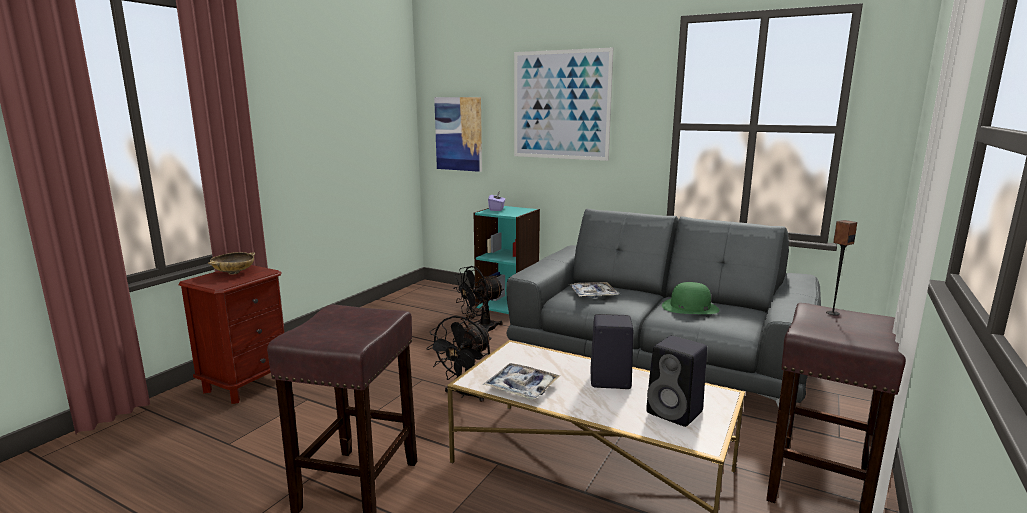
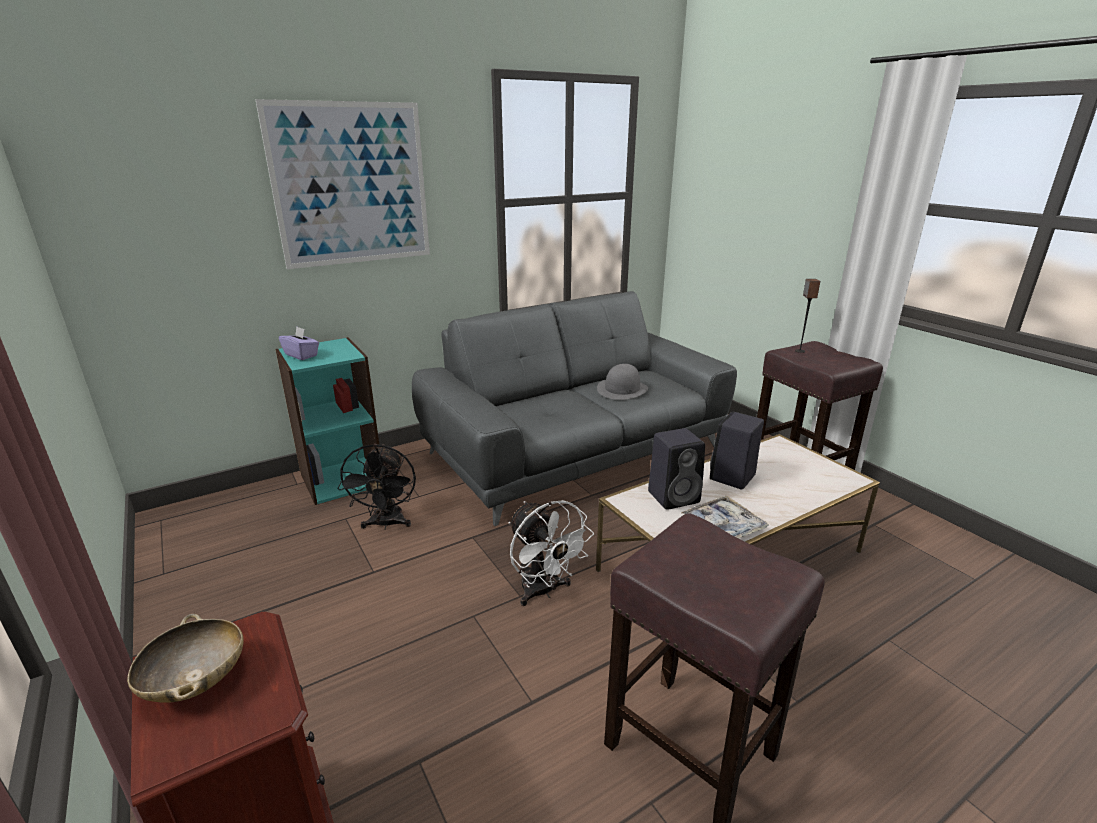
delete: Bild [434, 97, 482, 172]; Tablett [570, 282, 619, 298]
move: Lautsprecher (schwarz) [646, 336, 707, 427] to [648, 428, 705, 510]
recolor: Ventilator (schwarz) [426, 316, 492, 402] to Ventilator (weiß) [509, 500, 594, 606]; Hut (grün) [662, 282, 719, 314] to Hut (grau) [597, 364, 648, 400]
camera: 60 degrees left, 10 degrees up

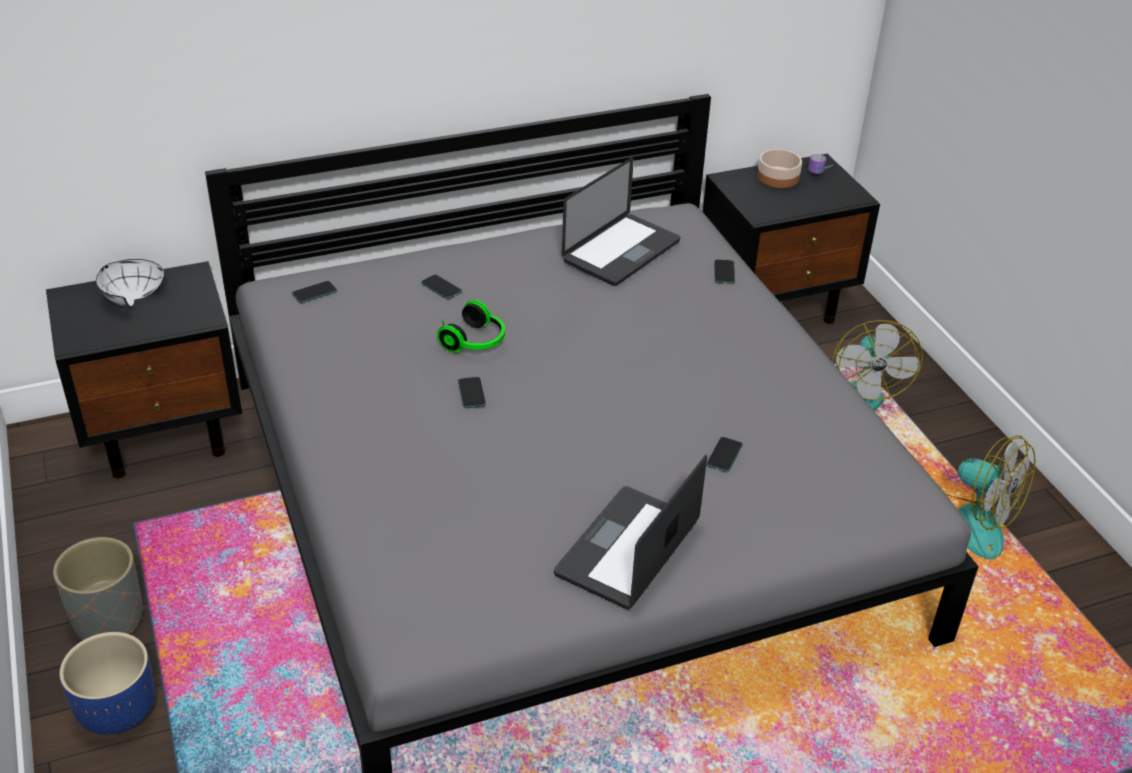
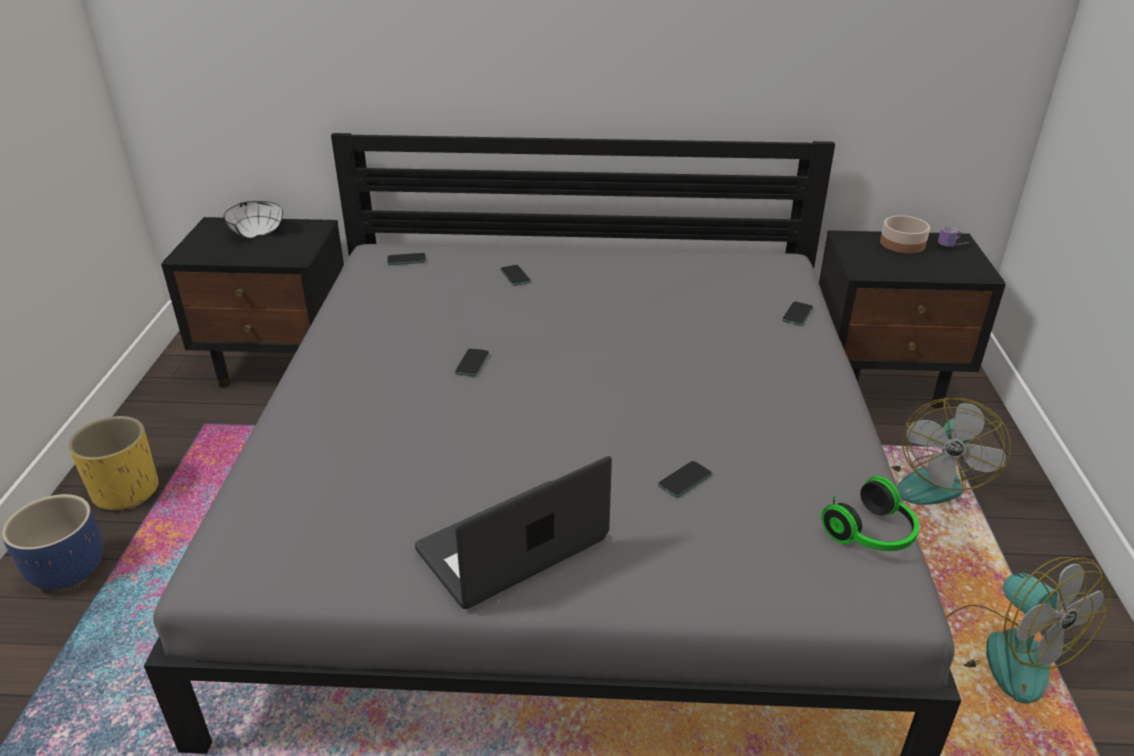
delete: Laptop [562, 157, 680, 286]
move: Kopfhörer [437, 300, 505, 353] to [821, 476, 919, 551]
recolor: Pflanzkübel (grau) [53, 537, 143, 640] to Pflanzkübel (gelb) [68, 416, 159, 510]
camera: 25 degrees right, 5 degrees down

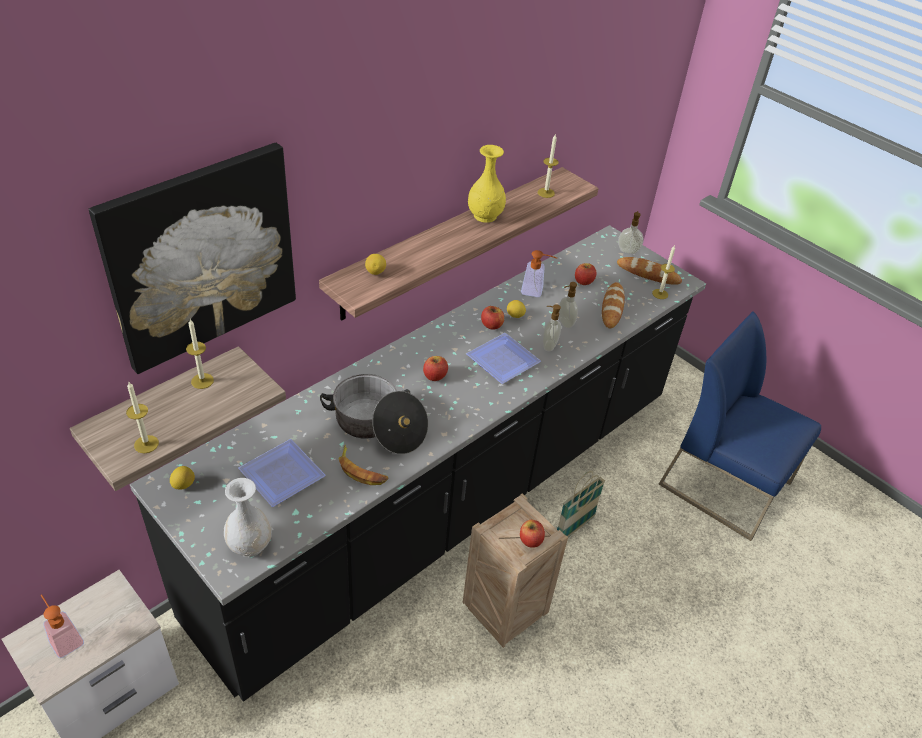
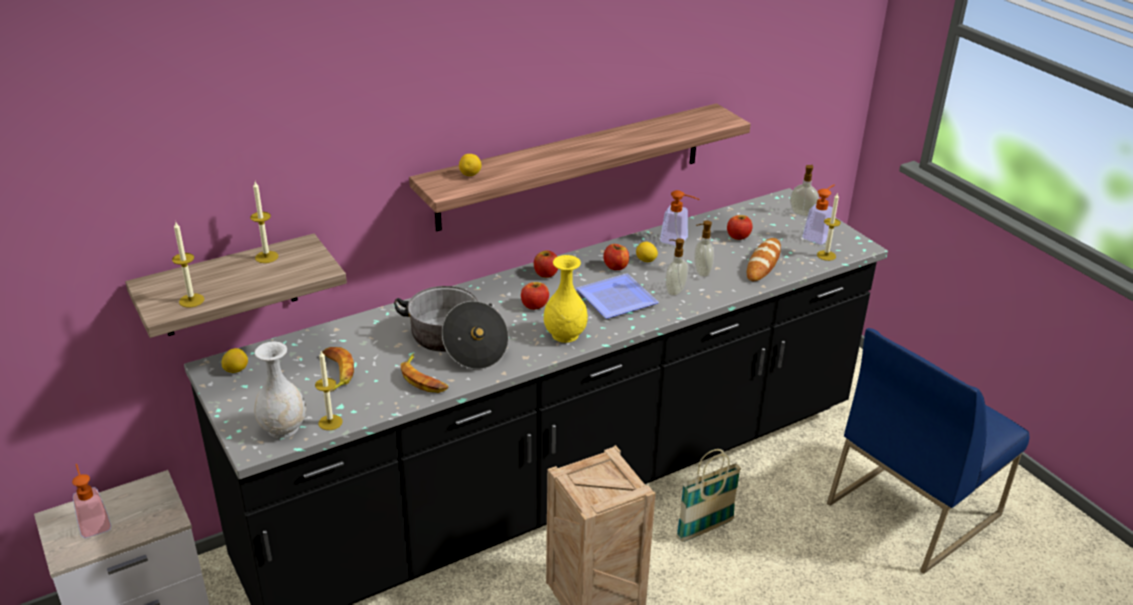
delete: Bild [89, 143, 296, 374]
move: Vase (gelb) [468, 145, 506, 223] to [544, 255, 588, 343]; Apfel [520, 520, 545, 548] to [534, 250, 558, 278]; Kerze [538, 134, 559, 198] to [315, 351, 343, 430]
replace: Teller [238, 439, 326, 507] to Banane [322, 347, 354, 392]; Brot [617, 257, 682, 285] to Seifenspender [802, 185, 835, 244]
rotate: Stuhl (blau) [659, 311, 821, 541] = [827, 328, 1030, 574] 90 degrees counterclockwise
camera: 15 degrees right, 10 degrees down

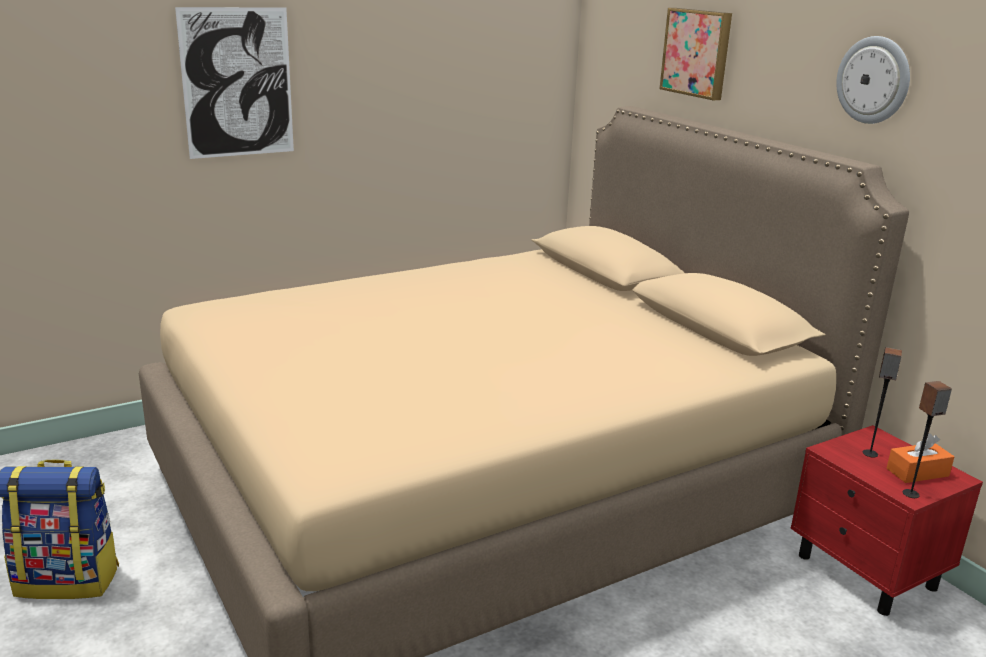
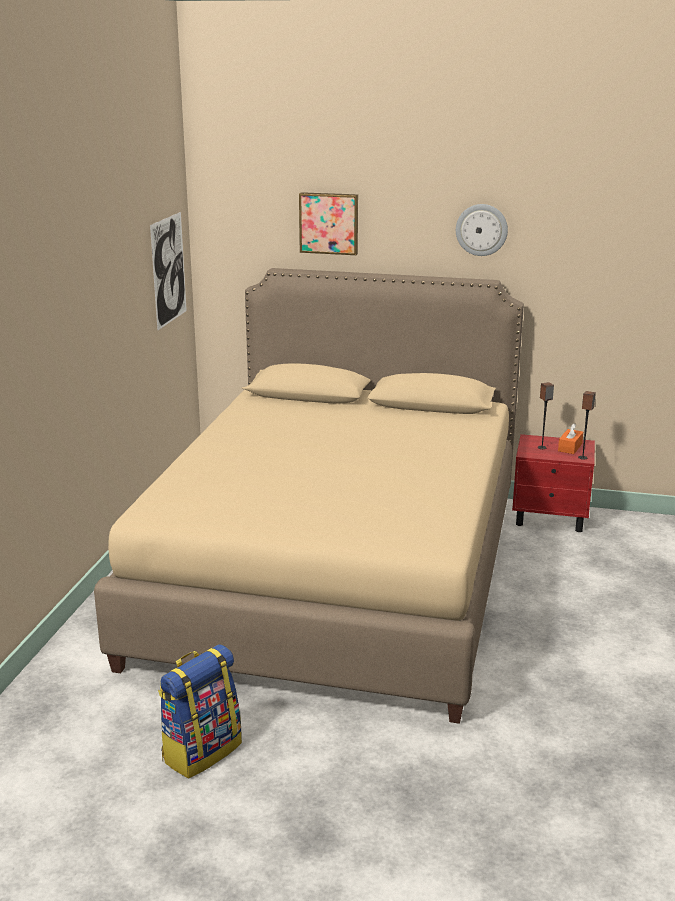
move: Bild [175, 7, 294, 159] to [150, 212, 187, 331]
camera: 45 degrees left, 0 degrees up

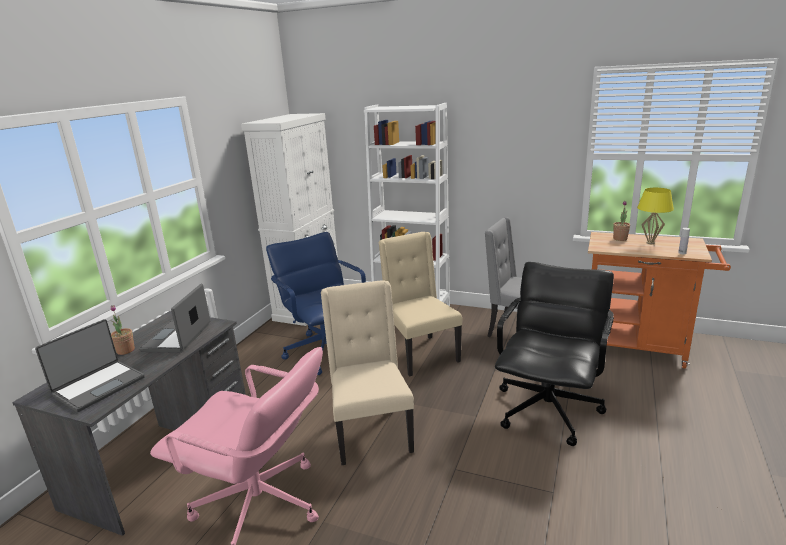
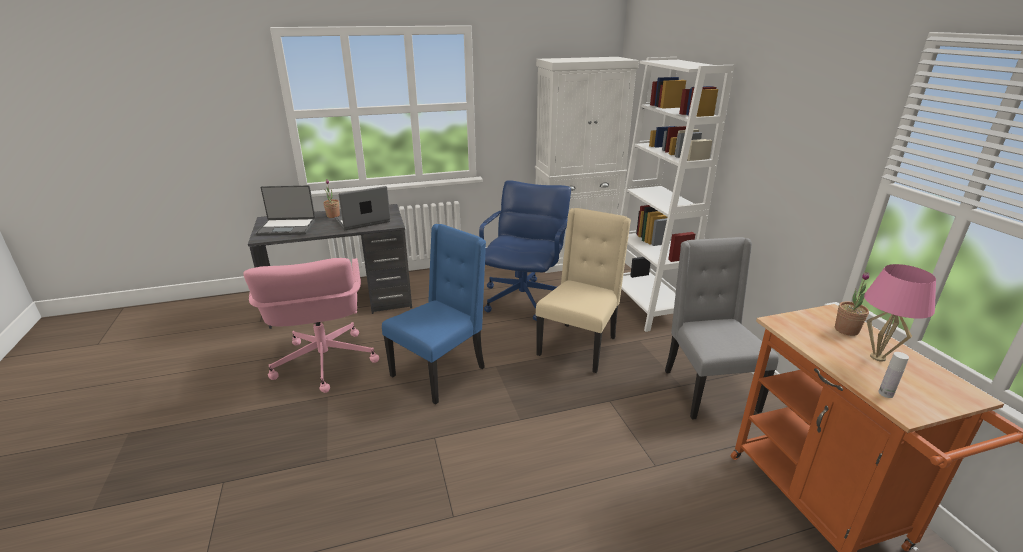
delete: Bürostuhl (schwarz) [495, 262, 614, 446]
recolor: Stuhl (beige) [321, 280, 414, 465] to Stuhl (blau) [382, 224, 486, 405]; Tischlampe (gelb) [637, 188, 674, 244] to Tischlampe (rosa) [864, 264, 936, 362]
camera: 50 degrees right, 5 degrees up

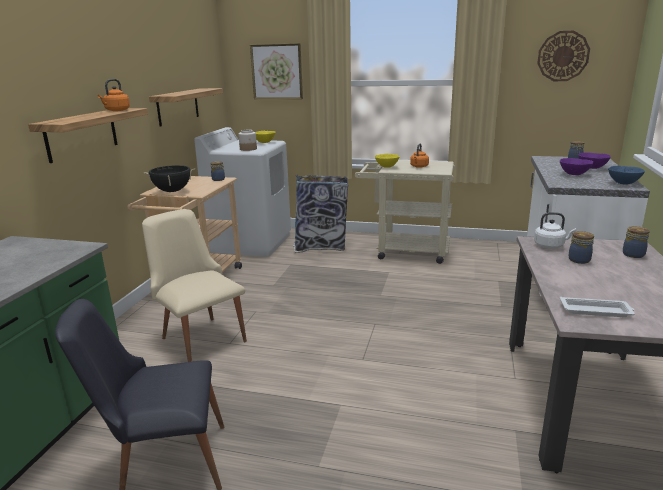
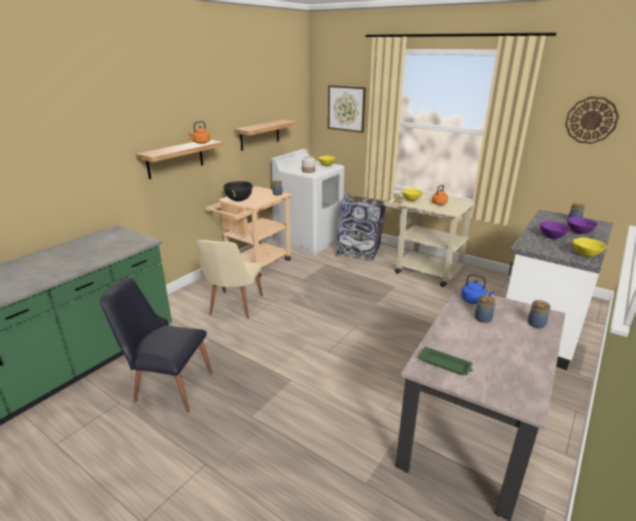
recolor: Wasserkessel (weiß) [534, 212, 576, 249] to Wasserkessel (blau) [461, 274, 495, 304]; Tablett (weiß) [560, 296, 635, 317] to Tablett (grün) [419, 347, 473, 375]; Schüssel (blau) [608, 165, 645, 185] to Schüssel (gelb) [573, 237, 607, 257]
rotate: Stuhl (beige) [142, 209, 247, 362] = [196, 240, 263, 319] 150 degrees counterclockwise
camera: 20 degrees right, 5 degrees up

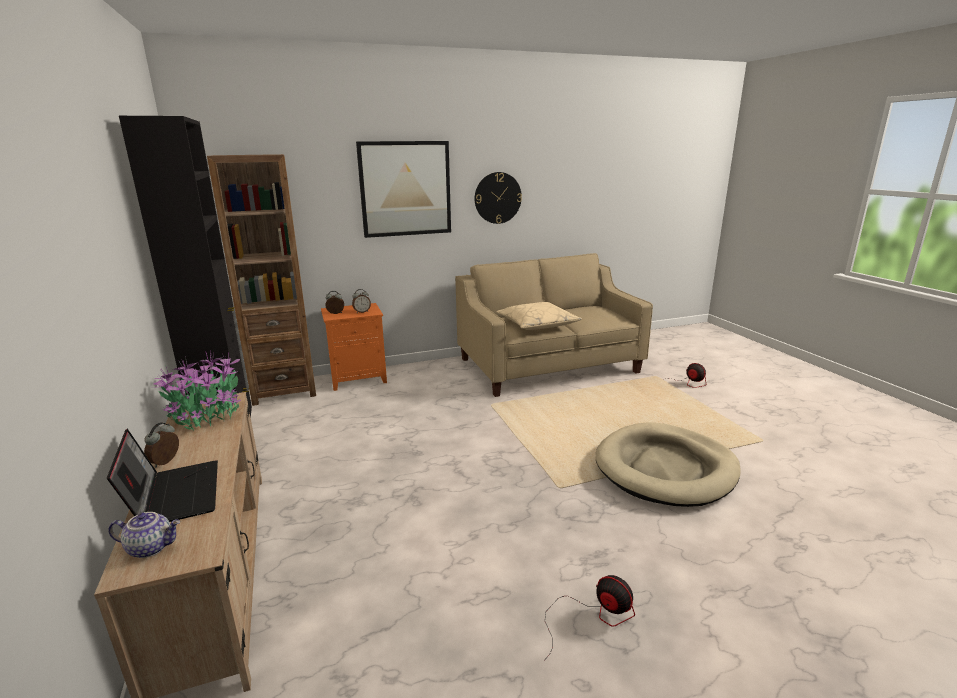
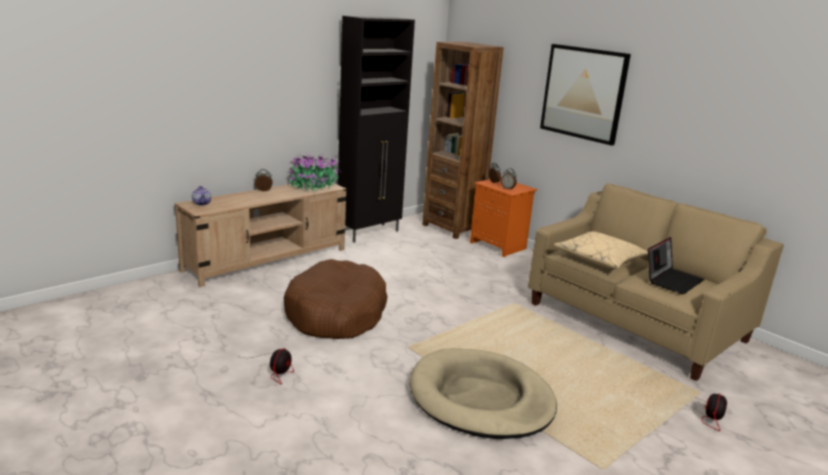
delete: Wanduhr [475, 172, 522, 224]
insert: Hundebett (braun) [284, 259, 388, 339]
move: Laptop [107, 429, 218, 522] to [648, 237, 704, 294]
camera: 65 degrees right, 0 degrees up

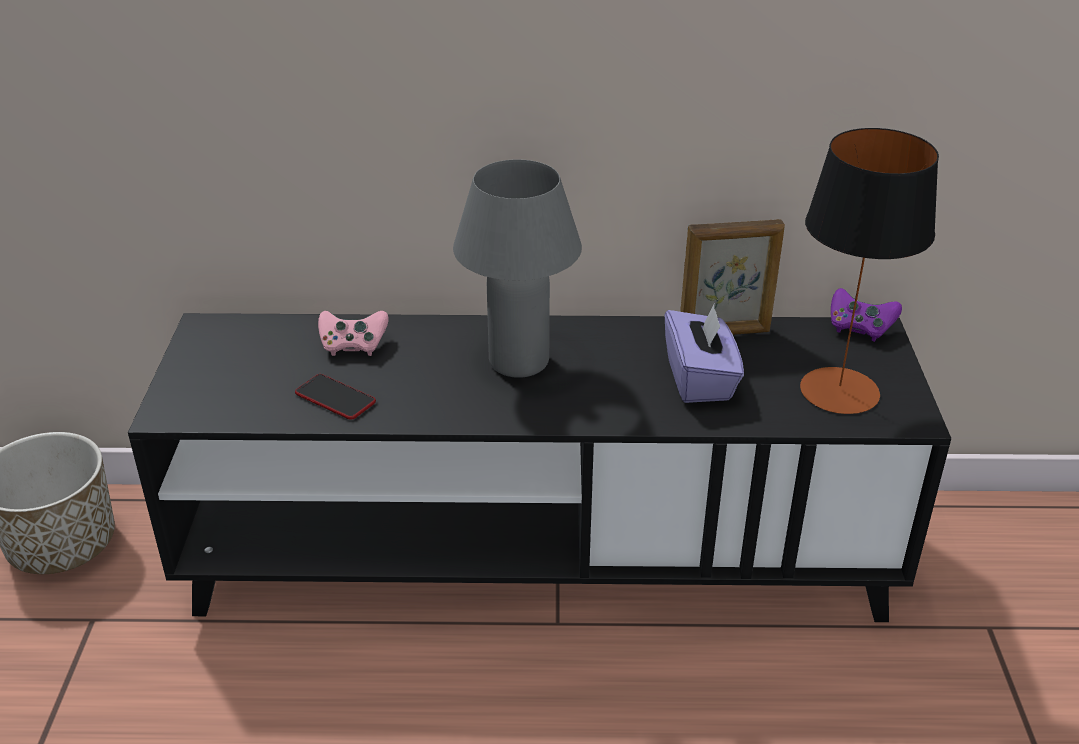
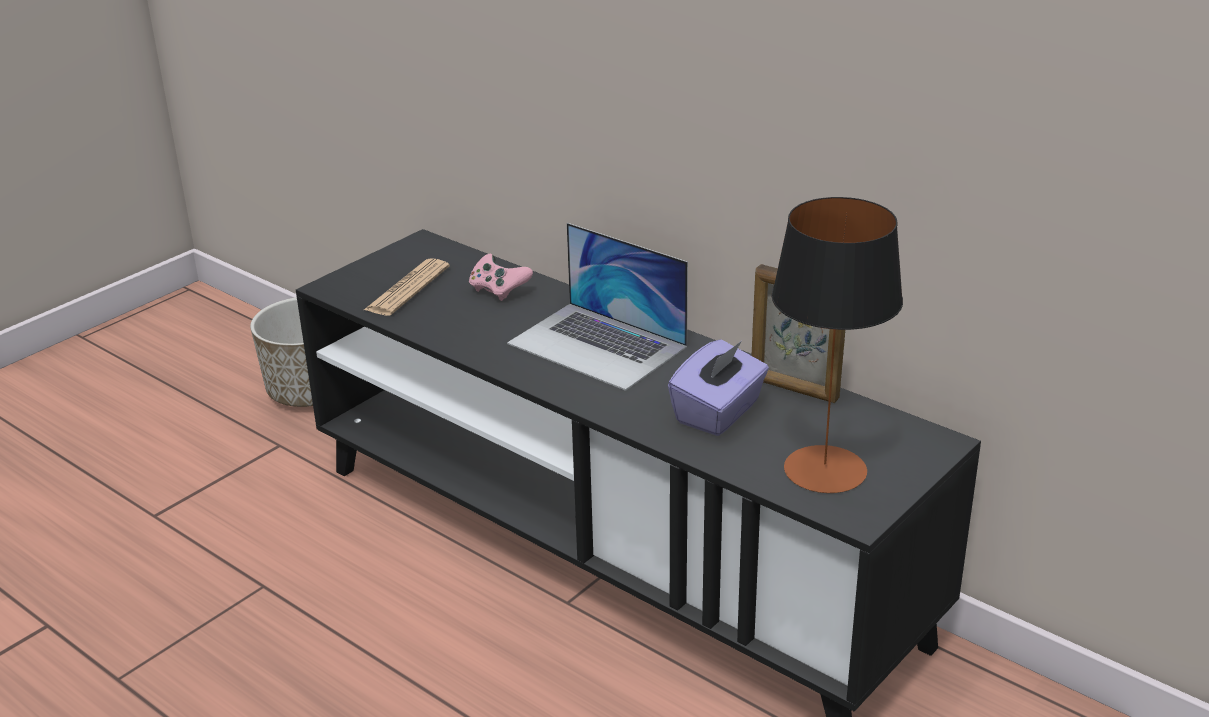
delete: Handy [295, 374, 376, 420]; Gamepad (lila) [831, 288, 902, 342]
insert: Zeitung [364, 258, 450, 316]
replace: Tischlampe (grau) [453, 159, 582, 378] to Laptop [507, 223, 688, 391]
camera: 40 degrees right, 5 degrees down

